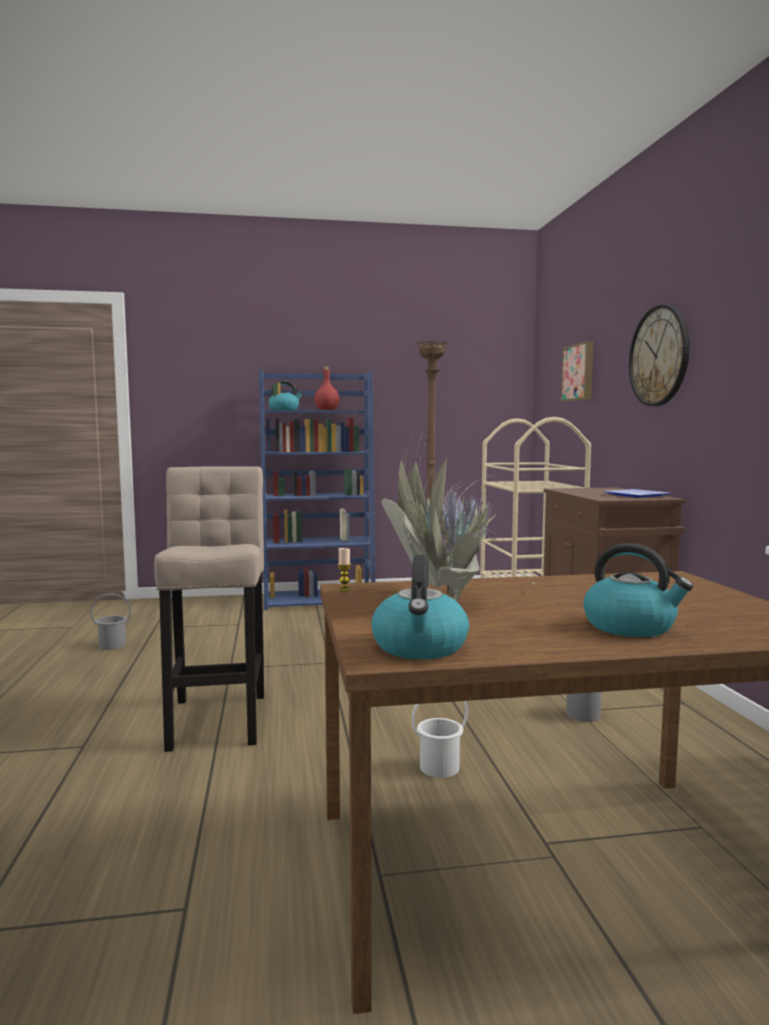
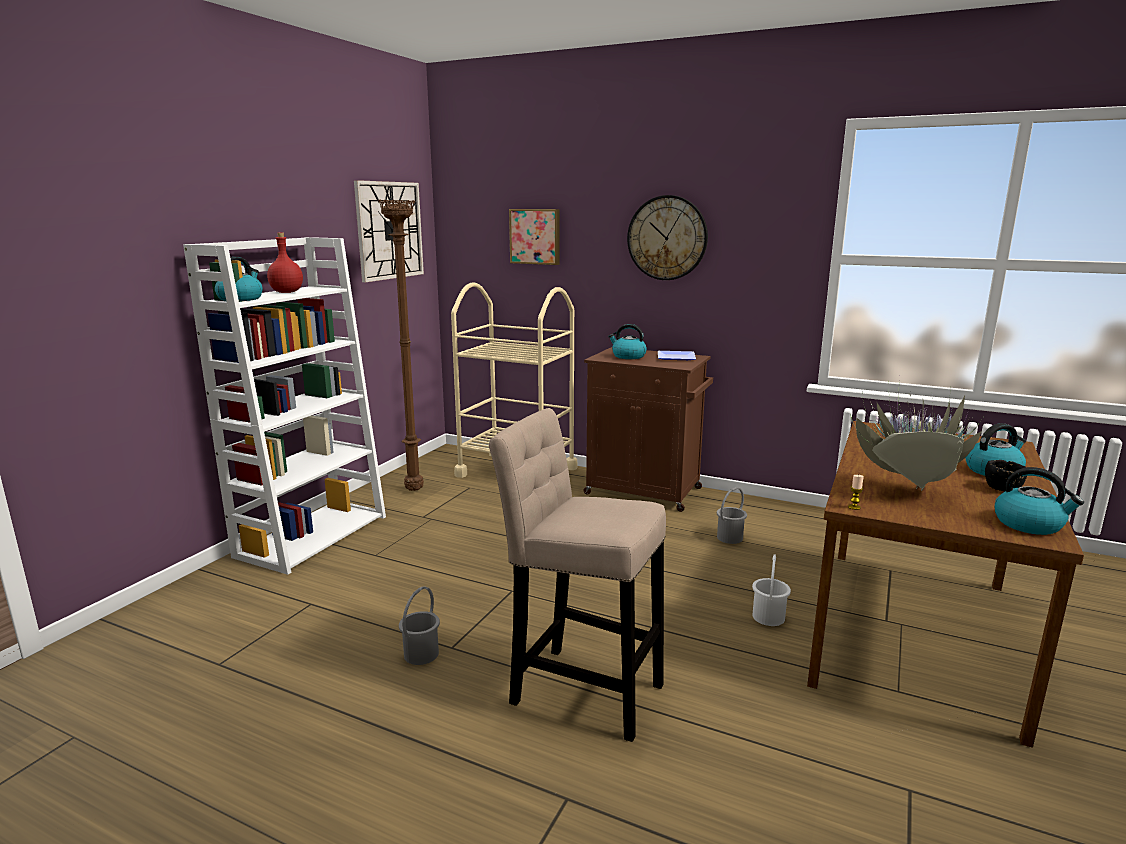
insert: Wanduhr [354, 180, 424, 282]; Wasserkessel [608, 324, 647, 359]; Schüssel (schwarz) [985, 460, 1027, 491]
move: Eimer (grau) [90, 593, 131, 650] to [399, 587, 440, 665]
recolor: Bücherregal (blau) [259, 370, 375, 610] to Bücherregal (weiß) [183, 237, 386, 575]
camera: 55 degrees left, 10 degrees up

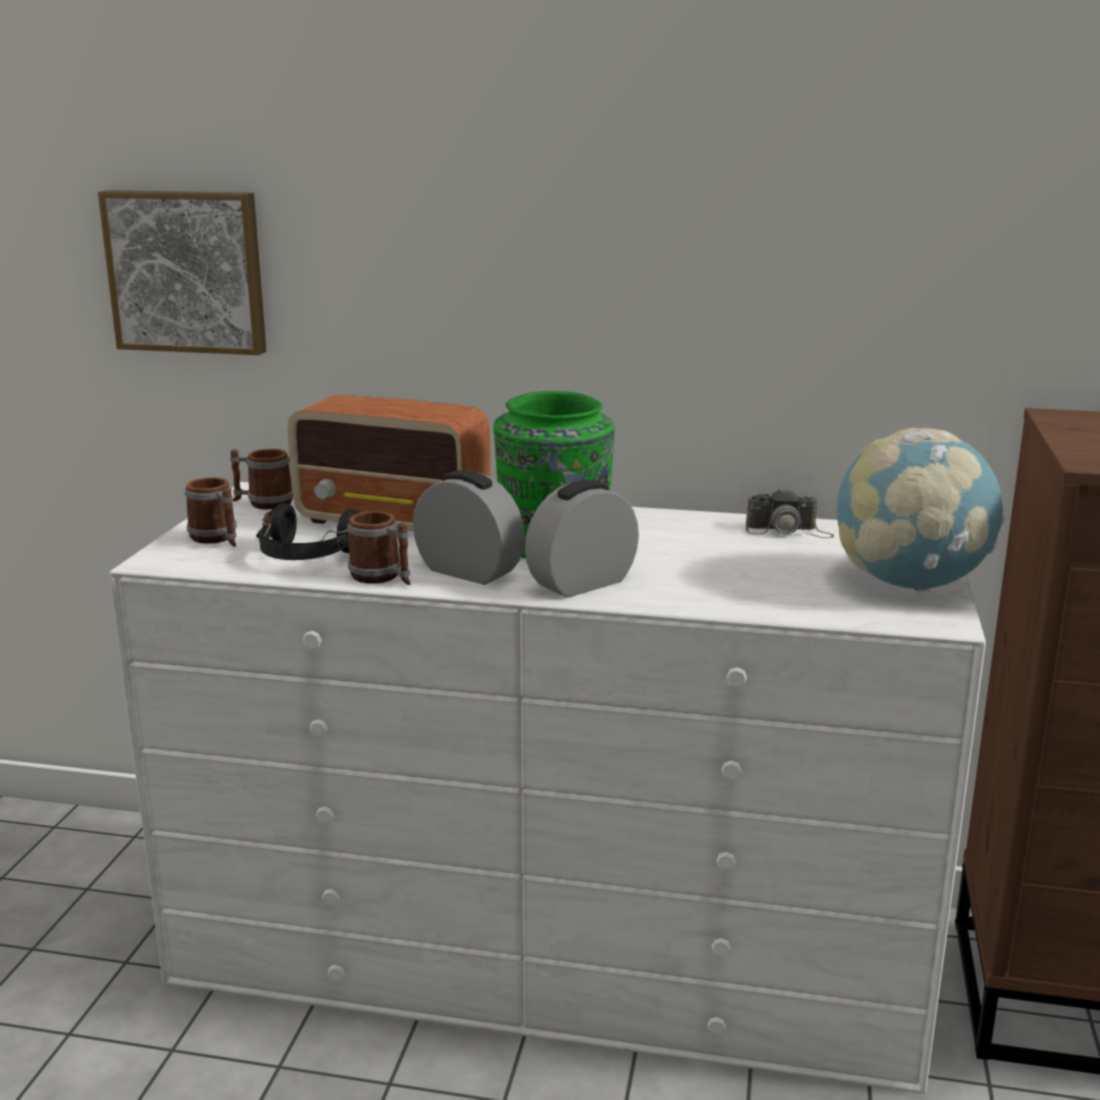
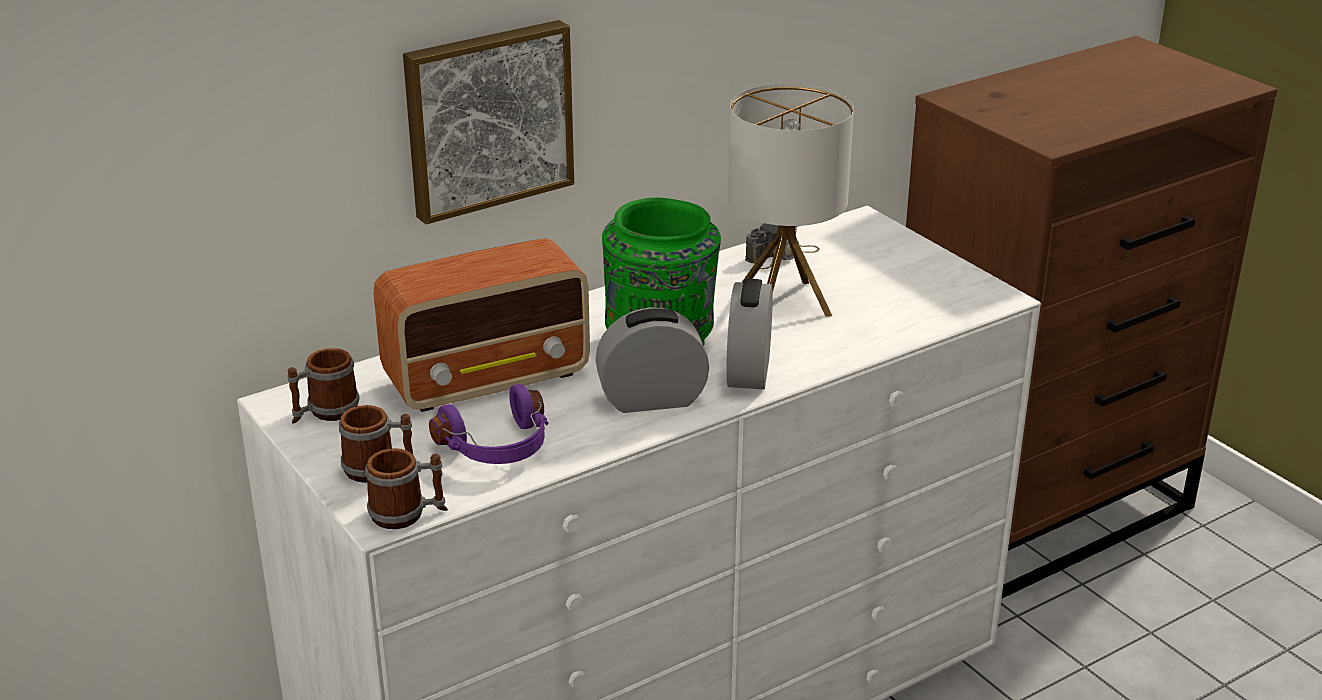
delete: Globus [837, 428, 1005, 591]
insert: Tischlampe [728, 84, 854, 317]
move: Bild [98, 190, 266, 355] to [403, 20, 574, 224]; Henkelbecher [347, 511, 410, 585] to [365, 448, 448, 529]
recolor: Kopfhörer (schwarz) [256, 503, 360, 560] to Kopfhörer (lila) [429, 384, 549, 464]
camera: 45 degrees left, 10 degrees up

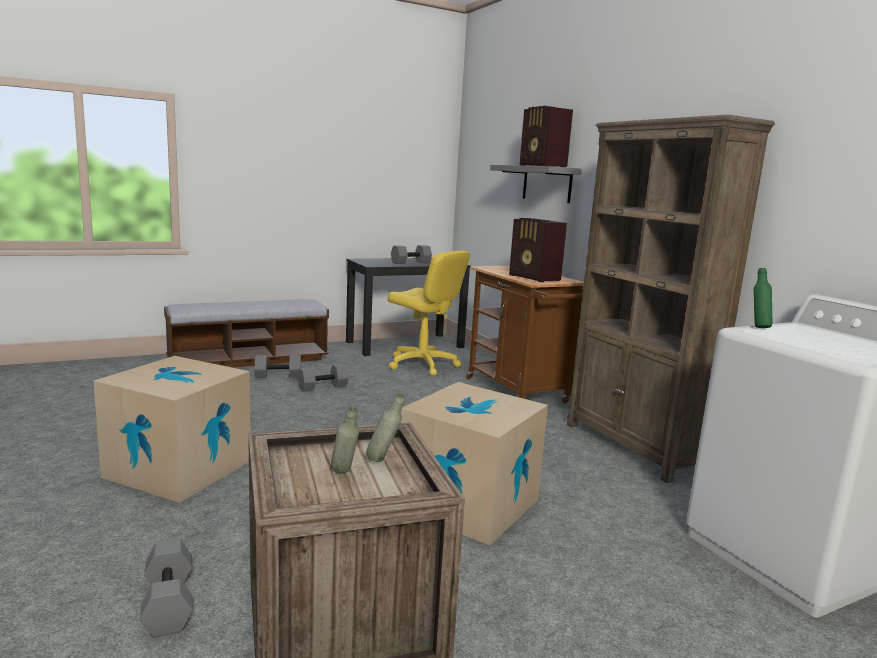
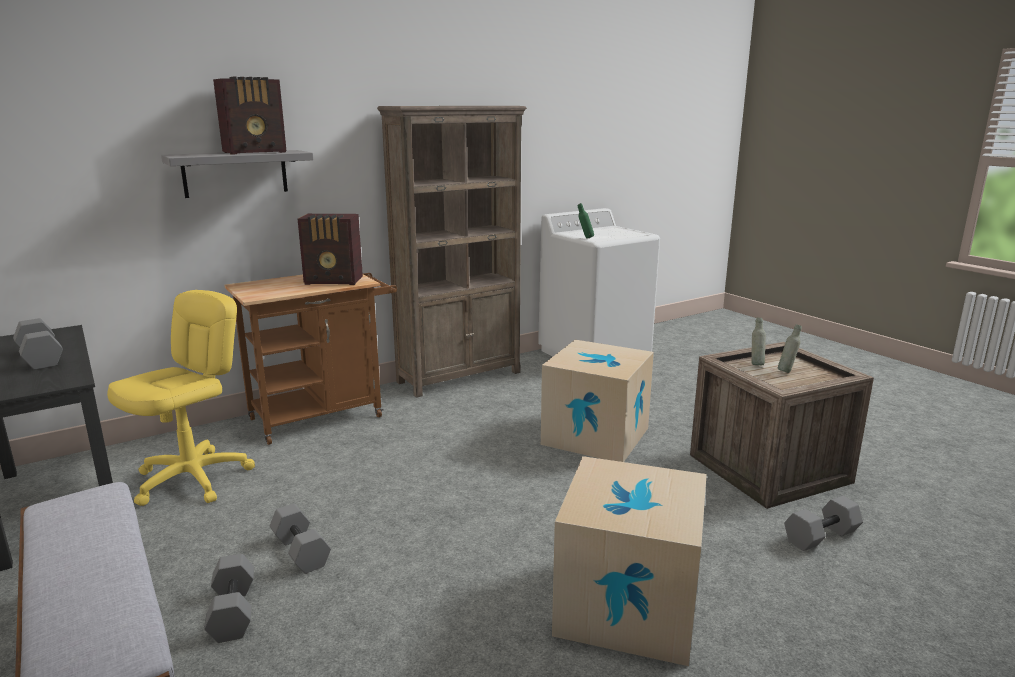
rotate: Radio [509, 218, 567, 282] = [298, 214, 363, 285] 45 degrees clockwise
camera: 95 degrees left, 5 degrees up

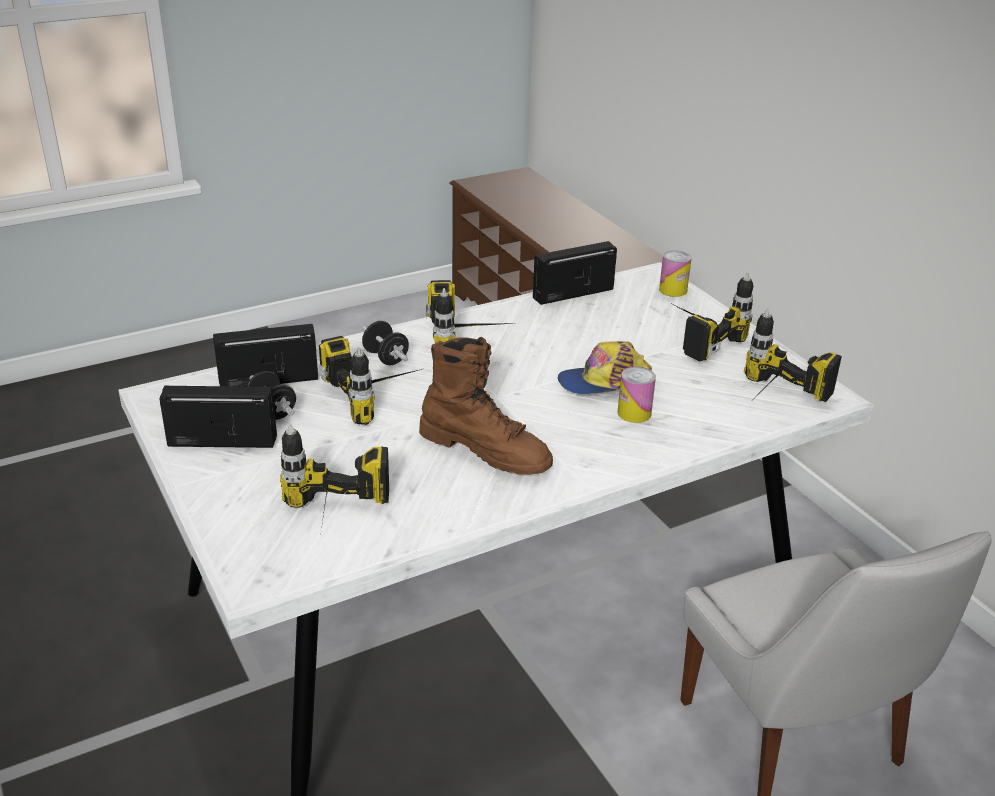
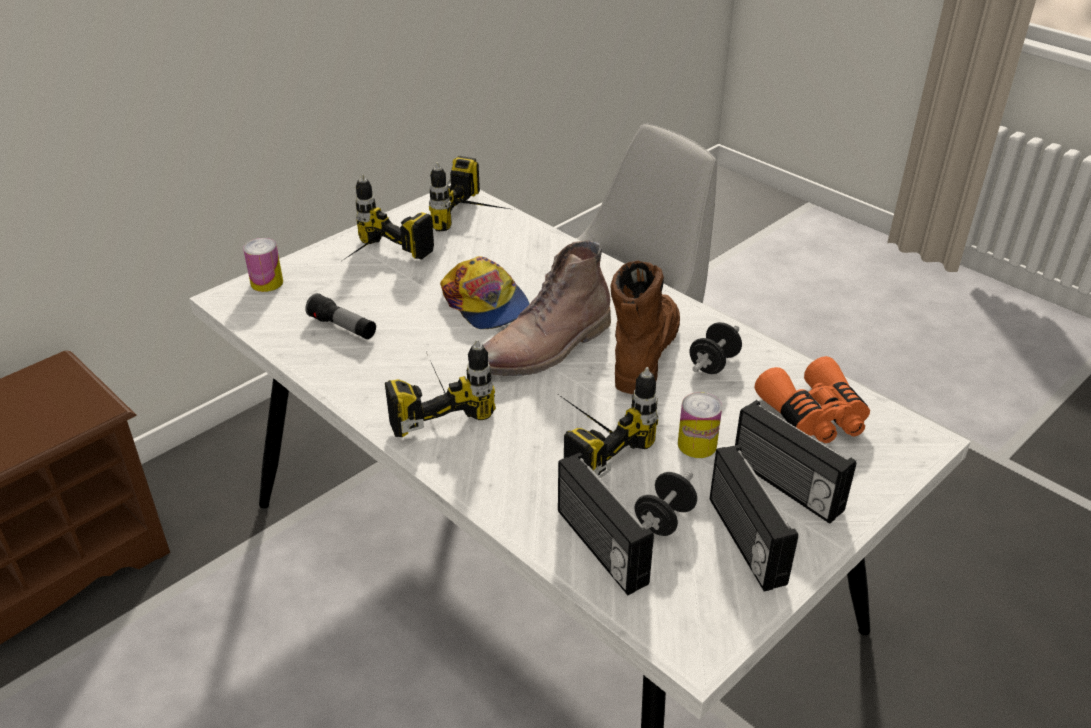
insert: Taschenlampe [305, 293, 376, 339]; Stiefel (braun) [483, 240, 611, 376]
move: Hantel (schwarz) [362, 321, 409, 365] to [690, 322, 742, 374]; Radio [533, 241, 617, 305] to [735, 400, 857, 524]; Dose [618, 366, 656, 423] to [678, 392, 722, 458]
replace: Bohrmaschine [280, 424, 389, 529] to Fernglas (orange) [755, 356, 870, 443]
camera: 105 degrees left, 5 degrees up

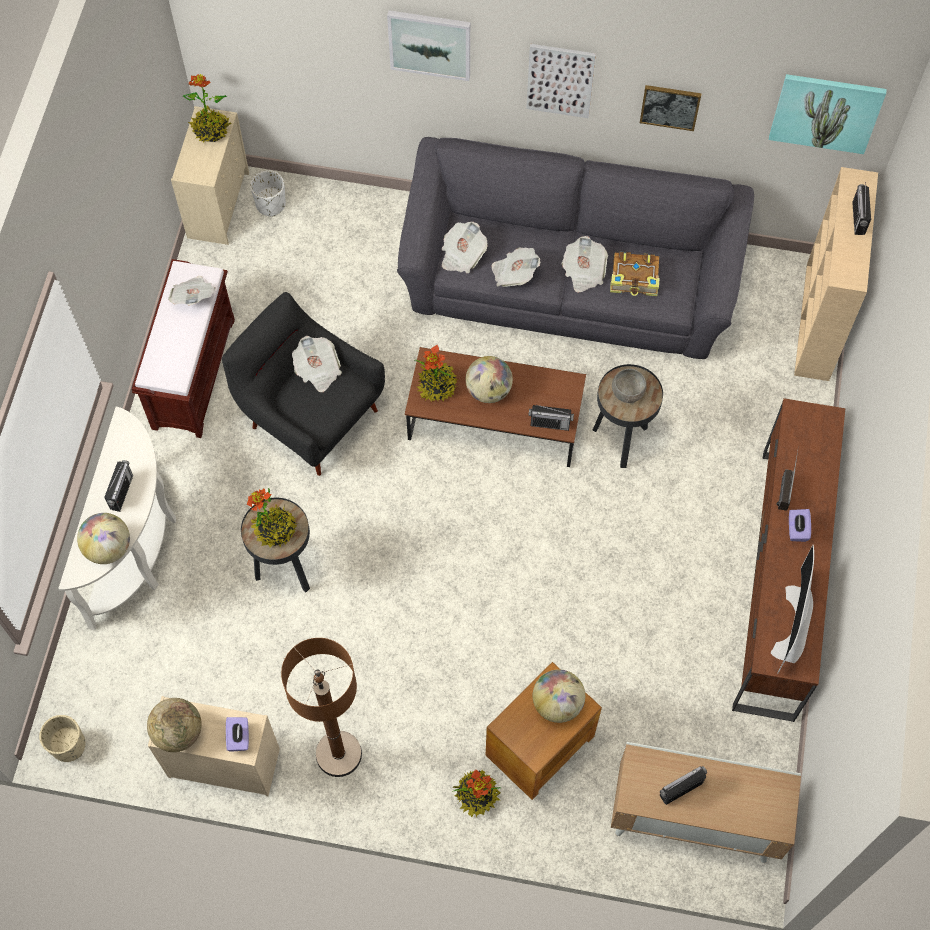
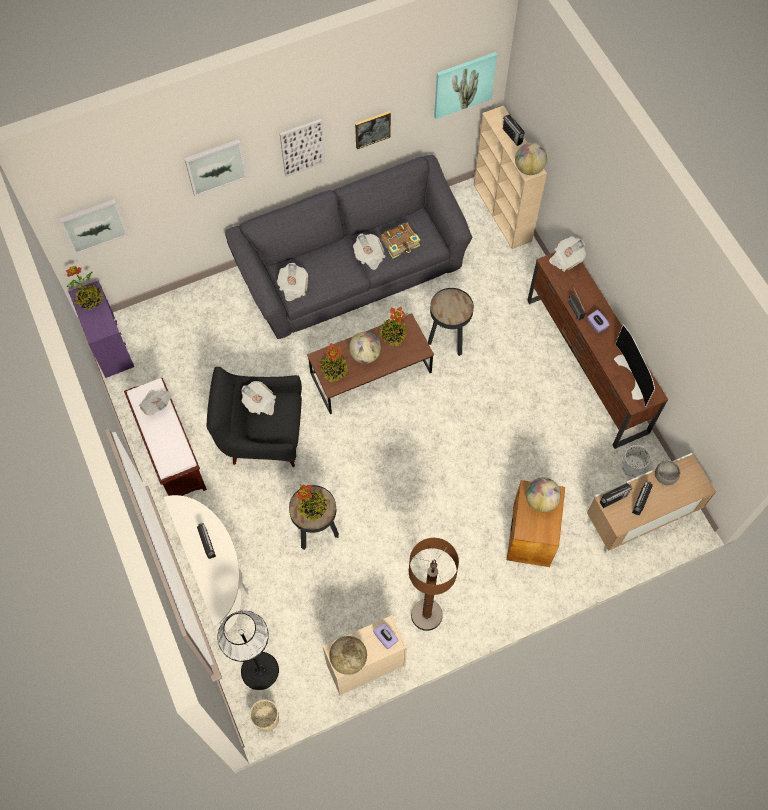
insert: Bild [59, 199, 128, 255]; Stehlampe (schwarz) [217, 611, 279, 690]
move: Globus [77, 513, 130, 564] to [515, 142, 547, 175]; Pflanzkübel (weiß) [250, 170, 286, 216] to [621, 445, 651, 477]; Topfpflanze [452, 770, 501, 818] to [379, 307, 408, 347]; Zeitung [491, 247, 540, 287] to [549, 236, 586, 272]; Radio [528, 405, 574, 431] to [600, 483, 633, 508]; Schüssel (grau) [612, 369, 647, 403] to [655, 461, 680, 485]
recolor: Kommode (beige) [171, 106, 249, 245] to Kommode (lila) [68, 281, 134, 378]
camera: 35 degrees left, 0 degrees up

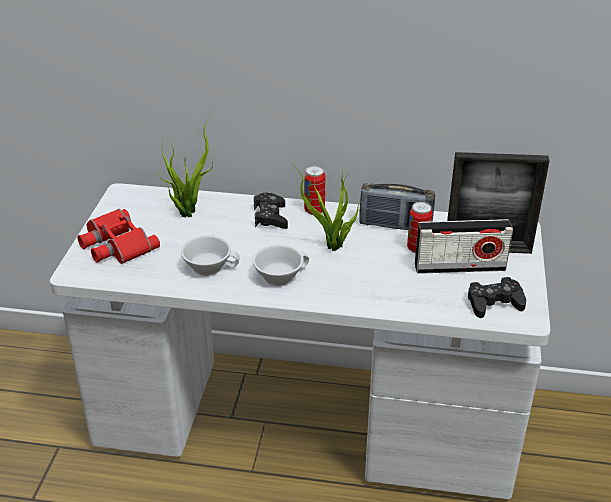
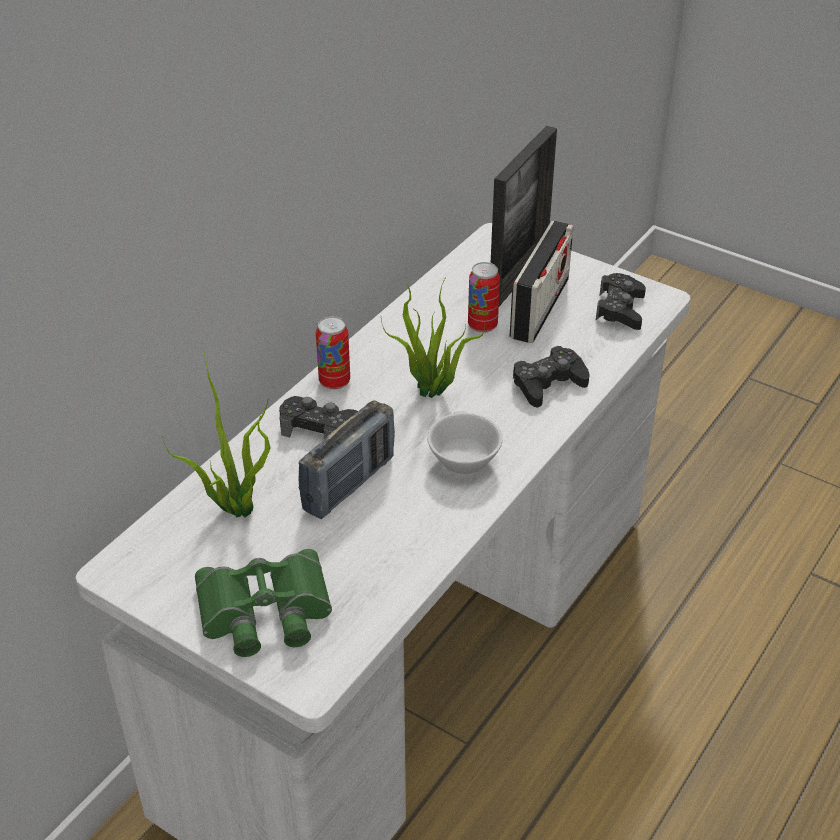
delete: Tasse (weiß) [181, 235, 240, 276]
insert: Gamepad (schwarz) [513, 346, 590, 408]
move: Radio [359, 183, 435, 230] to [298, 400, 395, 519]
recolor: Fernglas (rot) [77, 209, 160, 264] to Fernglas (grün) [195, 549, 332, 657]
camera: 65 degrees left, 5 degrees up

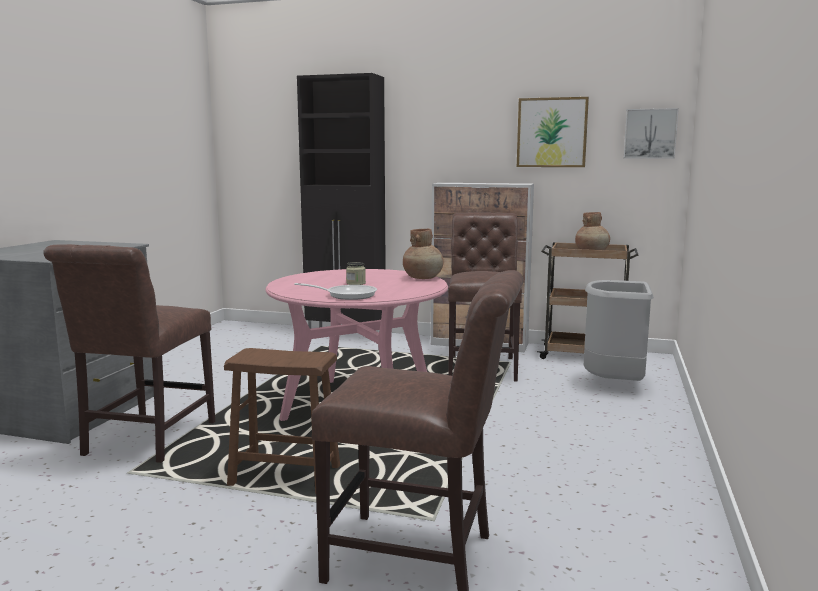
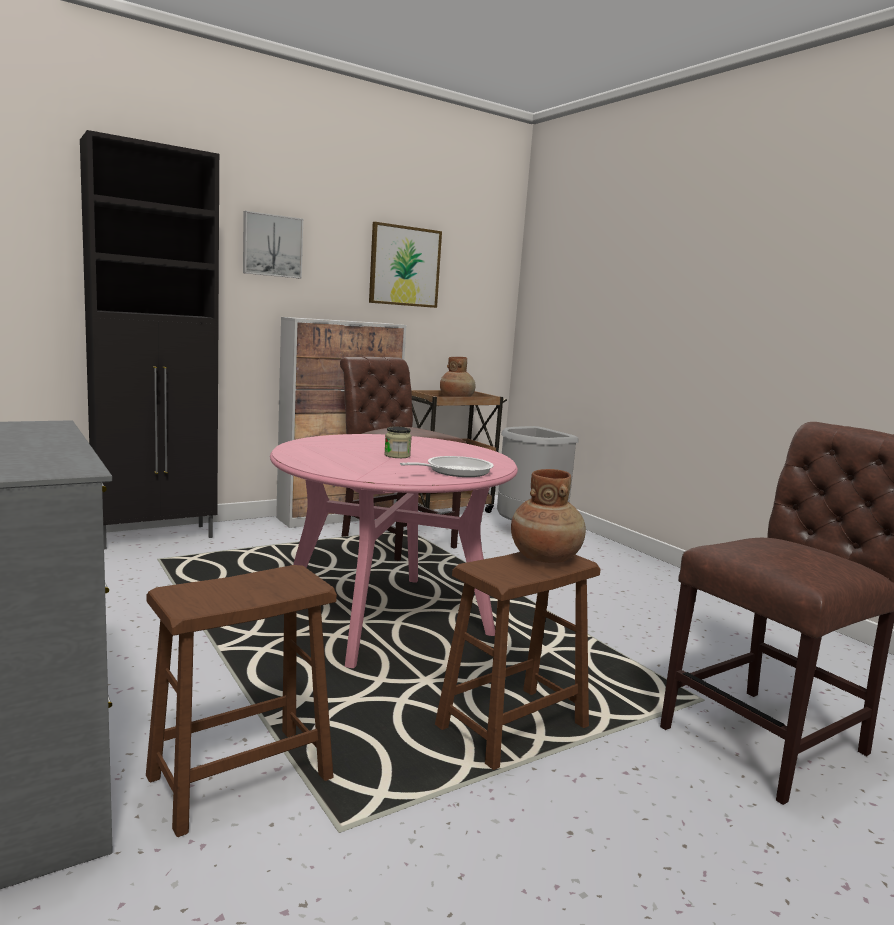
move: Vase (braun) [403, 229, 444, 279] to [511, 469, 586, 563]; Bild [624, 108, 679, 159] to [243, 211, 303, 278]
replace: Stuhl (braun) [43, 244, 215, 463] to Hocker (braun) [146, 565, 337, 837]
camera: 50 degrees left, 0 degrees up

